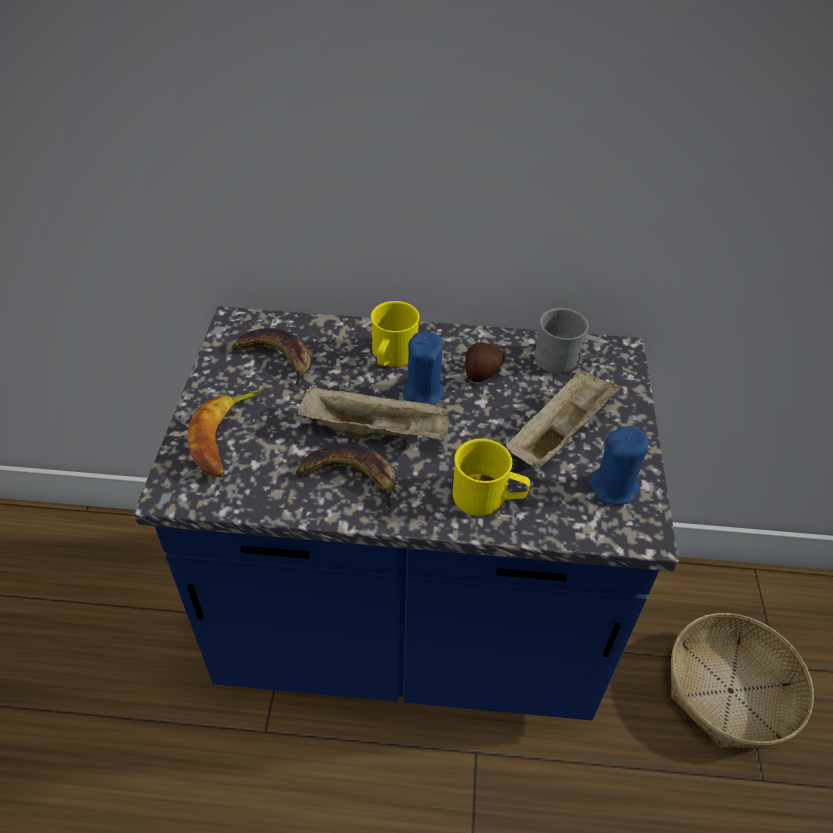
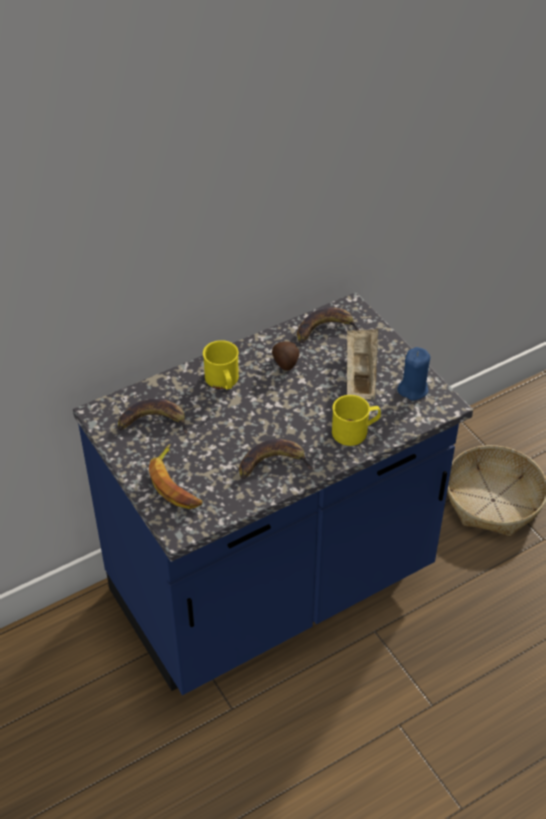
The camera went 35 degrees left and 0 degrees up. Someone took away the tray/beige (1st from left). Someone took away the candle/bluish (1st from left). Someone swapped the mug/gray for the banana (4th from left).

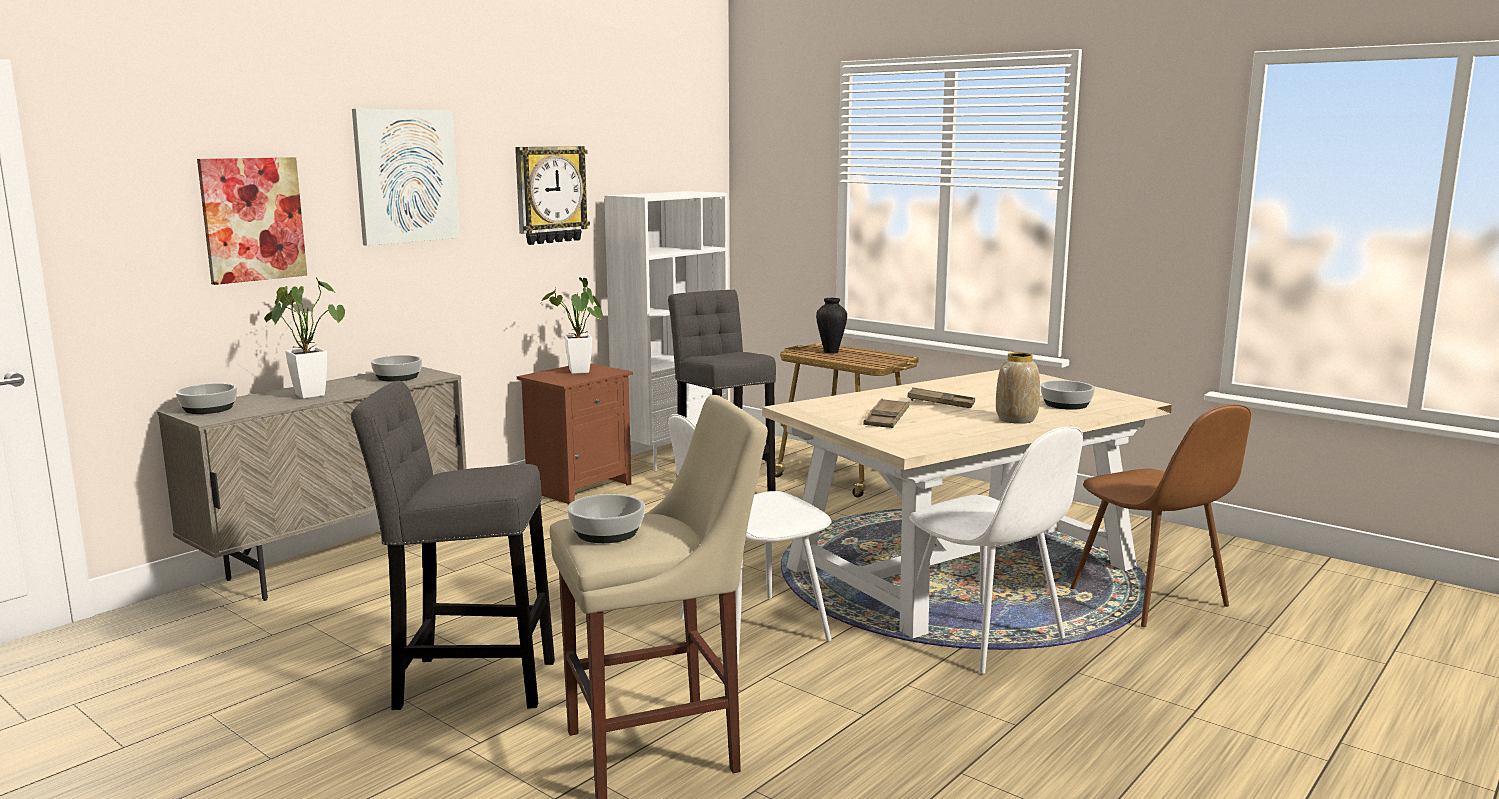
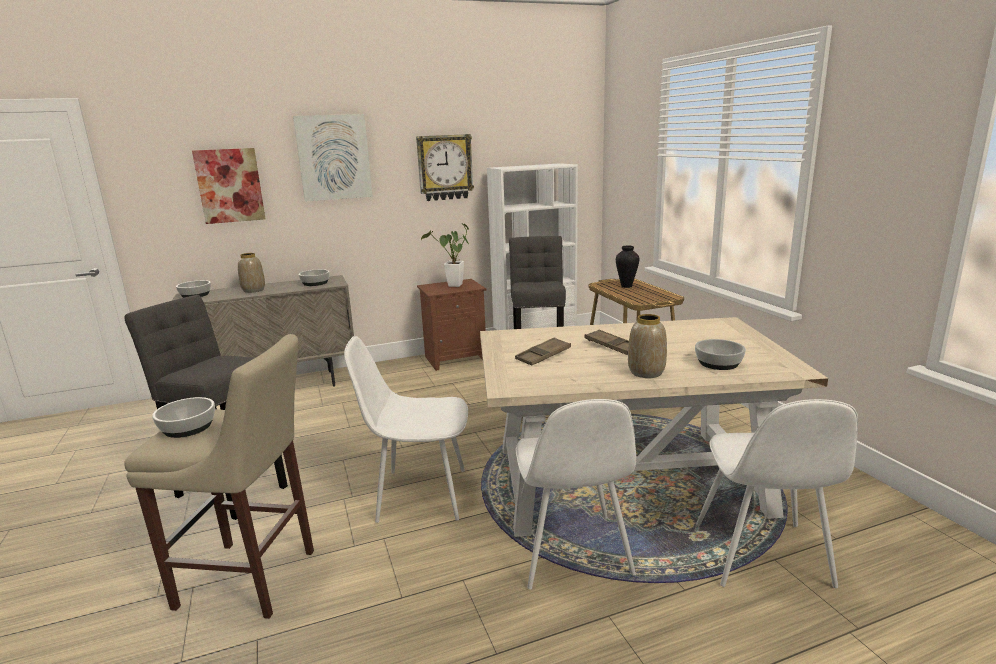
The camera went 30 degrees right and 5 degrees up. Someone swapped the potted plant (1st from left) for the flower vase (1st from left). Someone repainted the upright chair/brown-coloured, which became the upright chair/white (3rd from left).

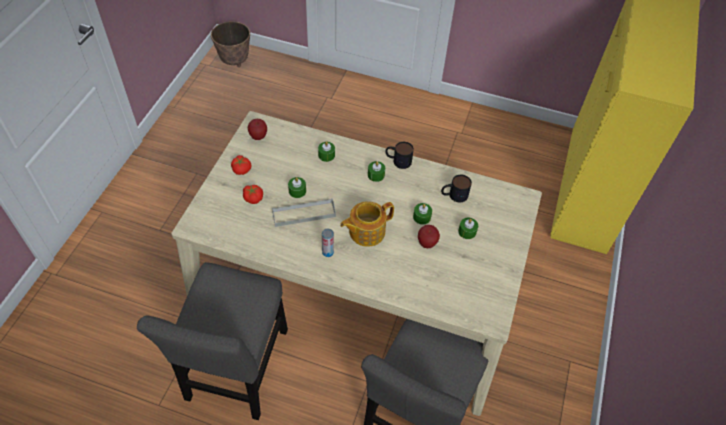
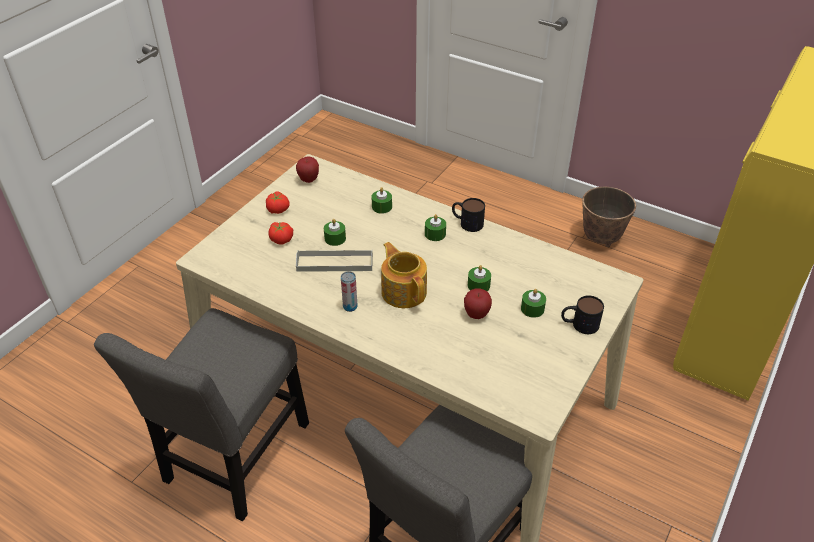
The camera went 15 degrees right and 10 degrees down. Someone carried the flower pot. Someone carried the mug (2nd from left). Someone rotated the teapot by 75 degrees clockwise.

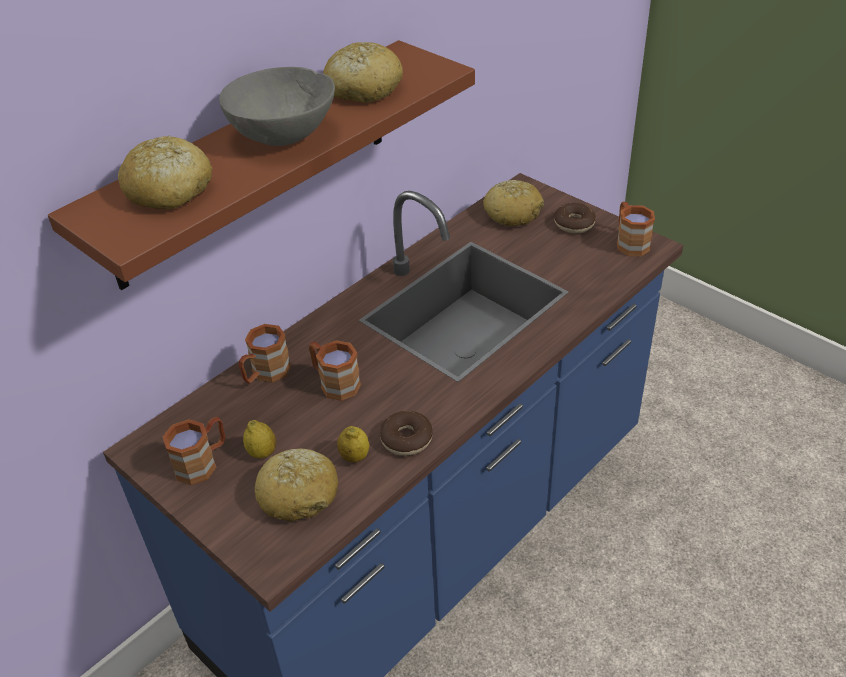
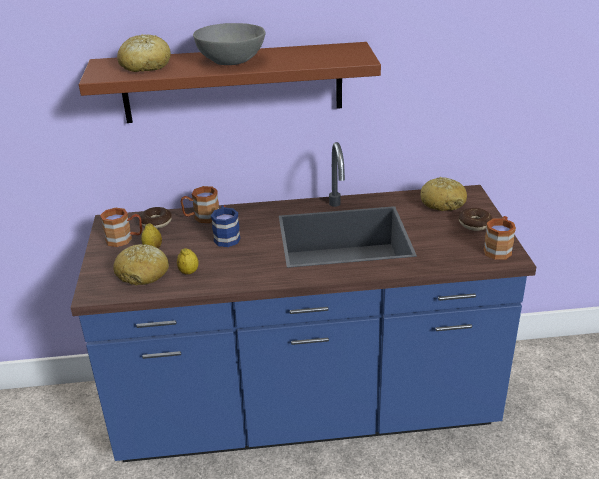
The camera went 40 degrees right and 10 degrees down. Someone took away the bread (3rd from left). Someone carried the donut (1st from left). Someone repainted the mug/brown-coloured (3rd from left), which became the mug/bluish.

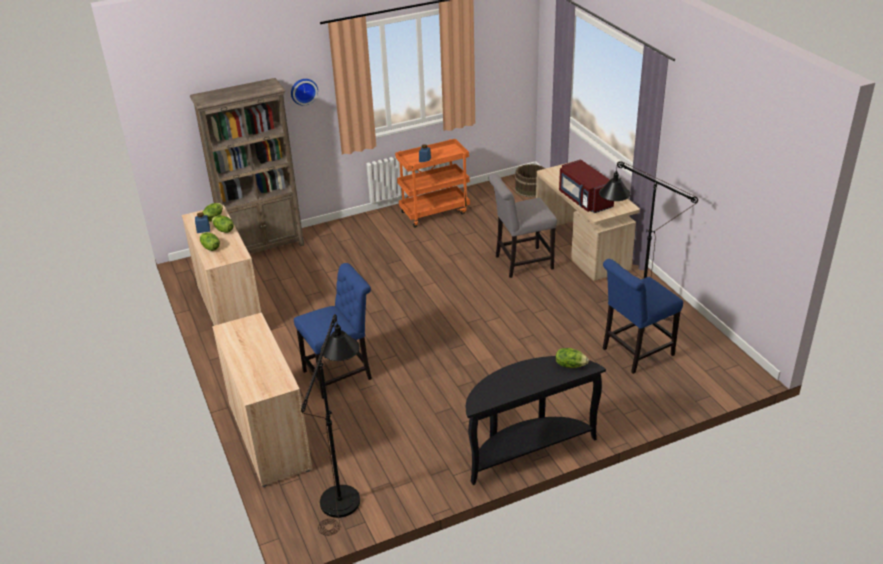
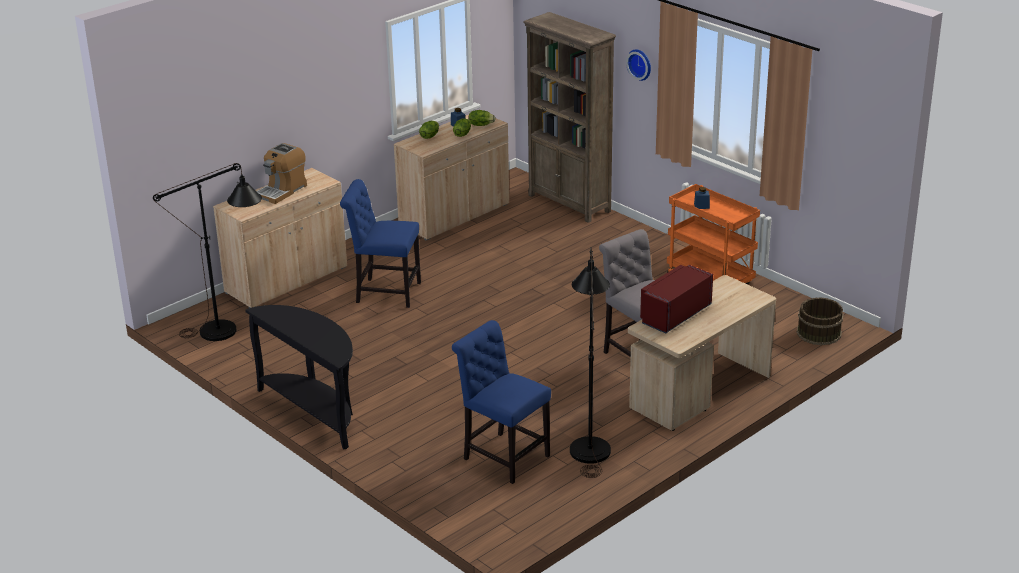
The camera went 70 degrees right and 5 degrees down. Someone took away the lettuce (4th from left). Someone put down the coffee maker. Someone rotated the upright chair/bluish (1st from left) by 150 degrees clockwise.

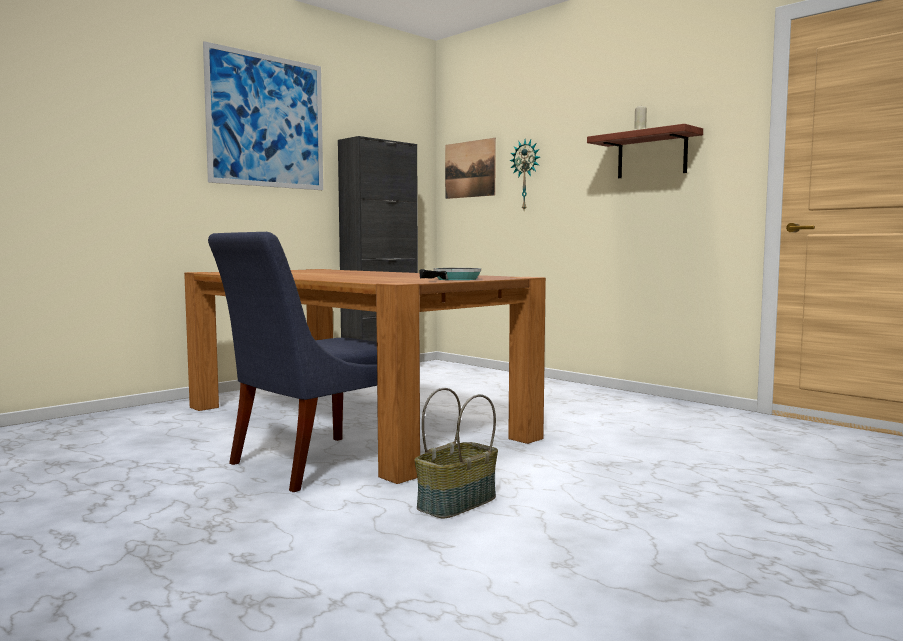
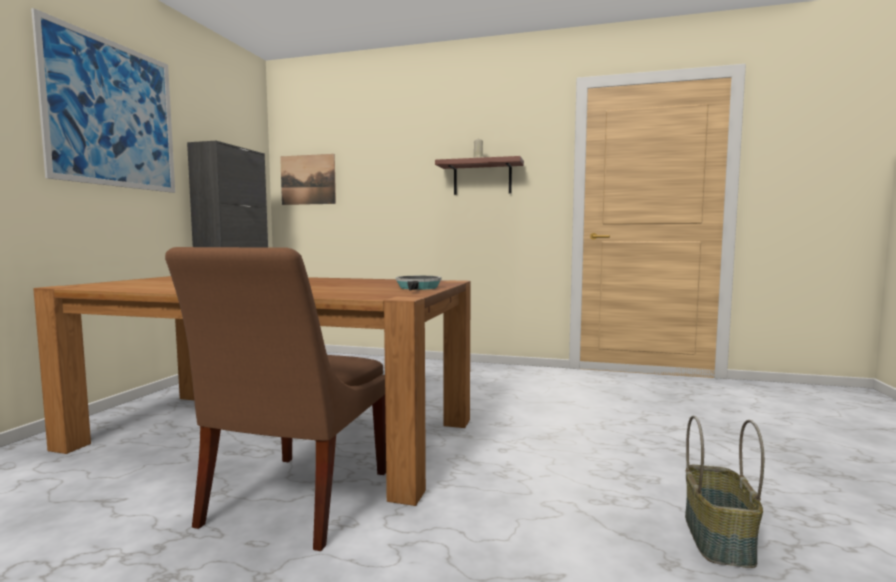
The camera went 30 degrees left and 0 degrees up. Someone took away the clock on the wall. Someone carried the basket. Someone repainted the upright chair/bluish, which became the upright chair/brown-coloured.

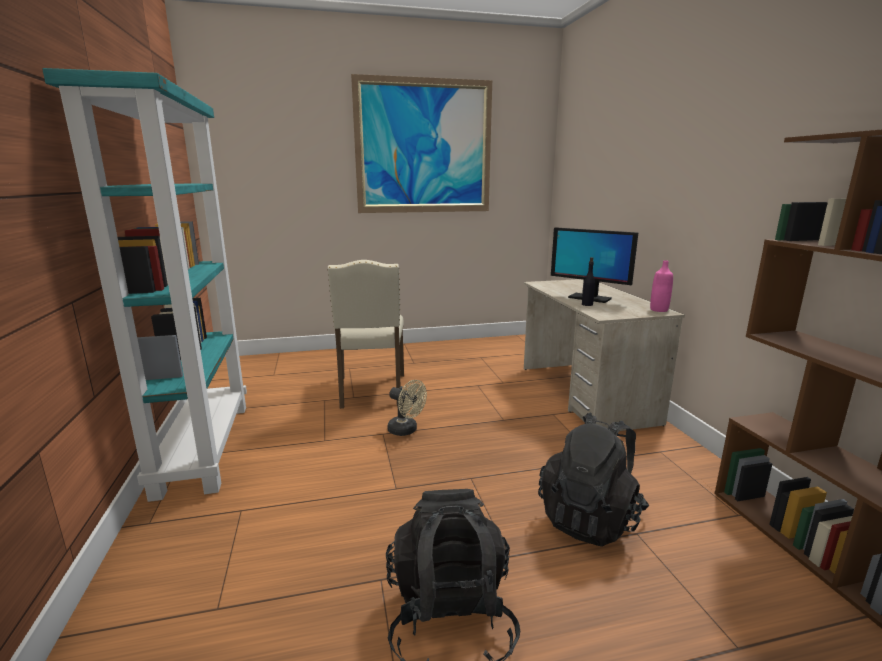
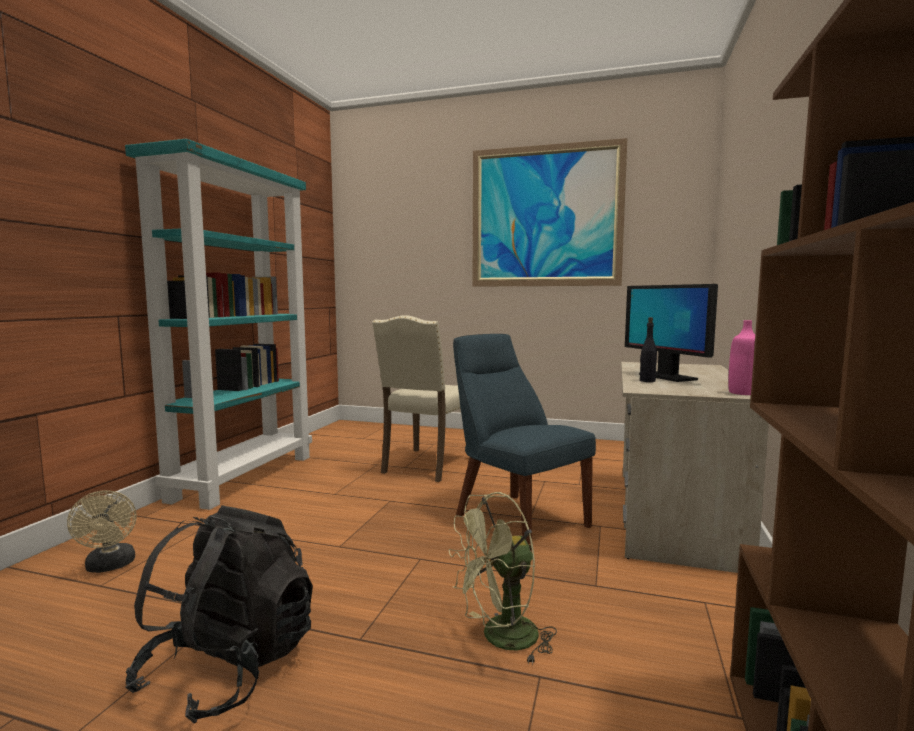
The camera went 30 degrees right and 10 degrees down. Someone put down the upright chair/bluish. Someone carried the cooling fan/beige. Someone swapped the knapsack/black (2nd from left) for the cooling fan/green-coloured.

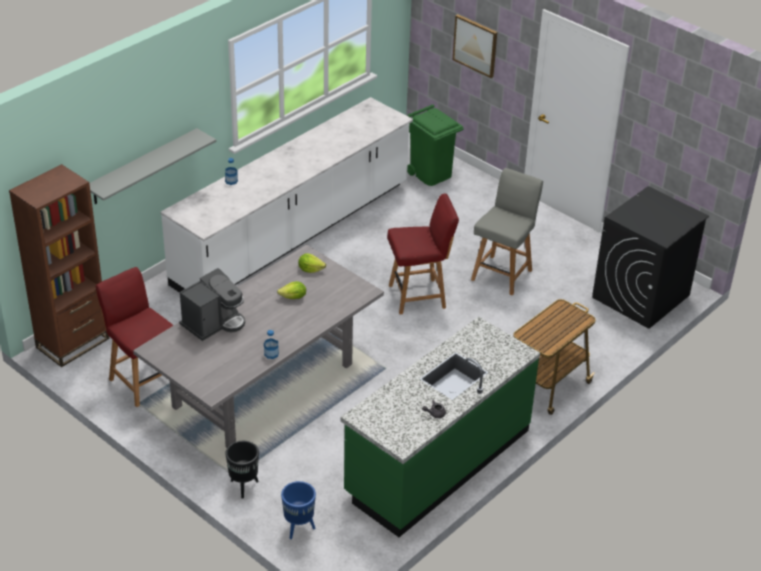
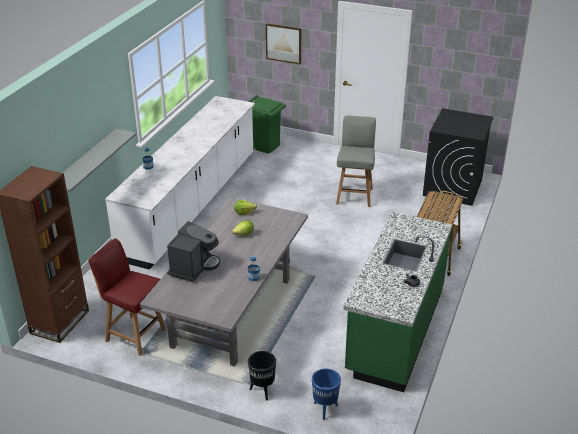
The camera went 20 degrees left and 5 degrees down. Someone took away the upright chair/red (2nd from left).

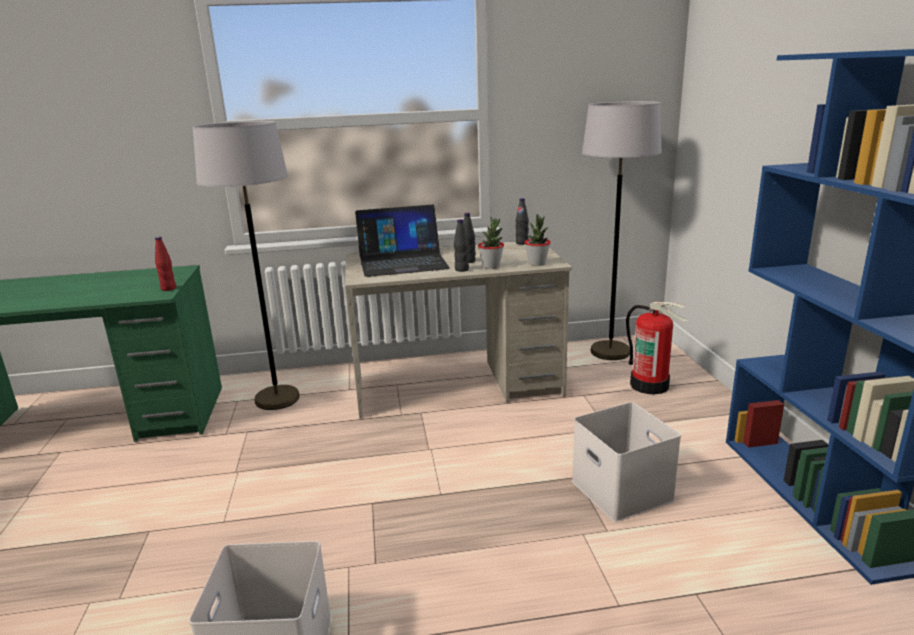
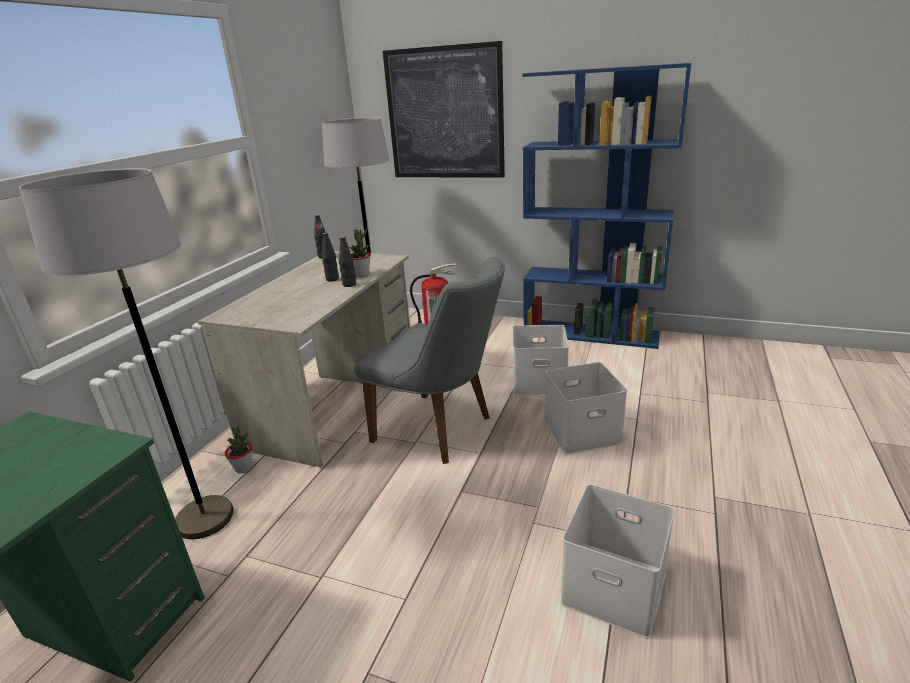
The camera went 60 degrees left and 5 degrees up. Someone took away the drink bottle/red. Someone took away the notebook computer. Someone put down the upright chair/gray. Someone put up the wall art. Someone put down the storage bin/white (2nd from left). Someone carried the potted plant (2nd from left in the first image).

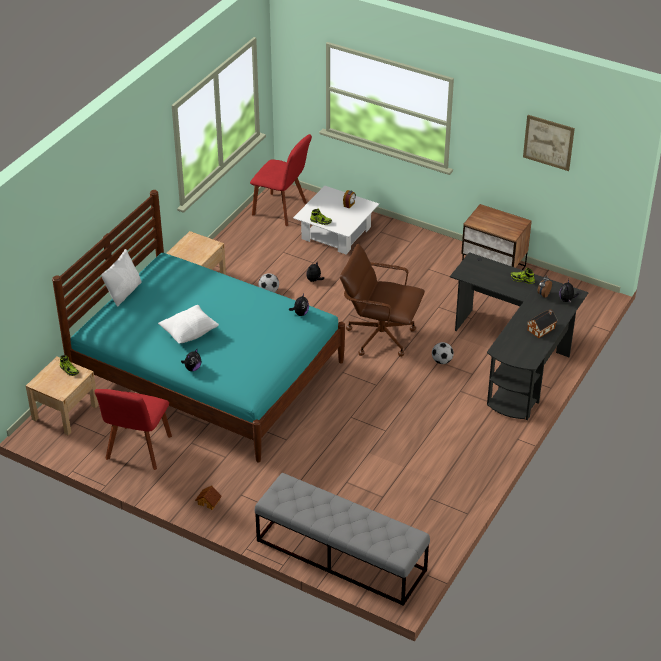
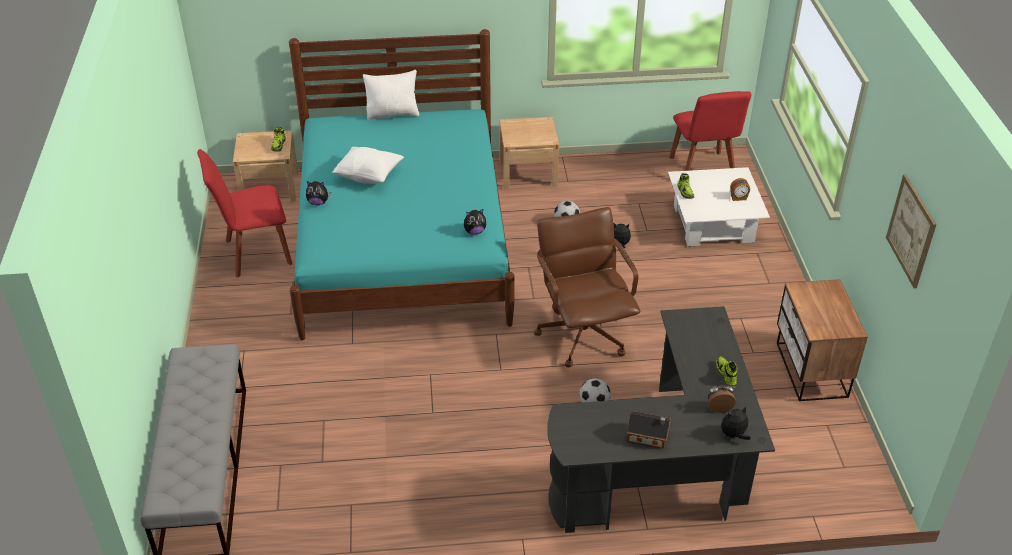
The camera went 55 degrees right and 0 degrees up. Someone took away the toy house (1st from left).

